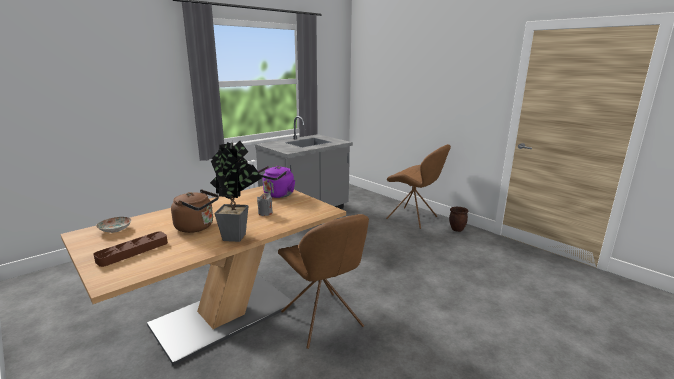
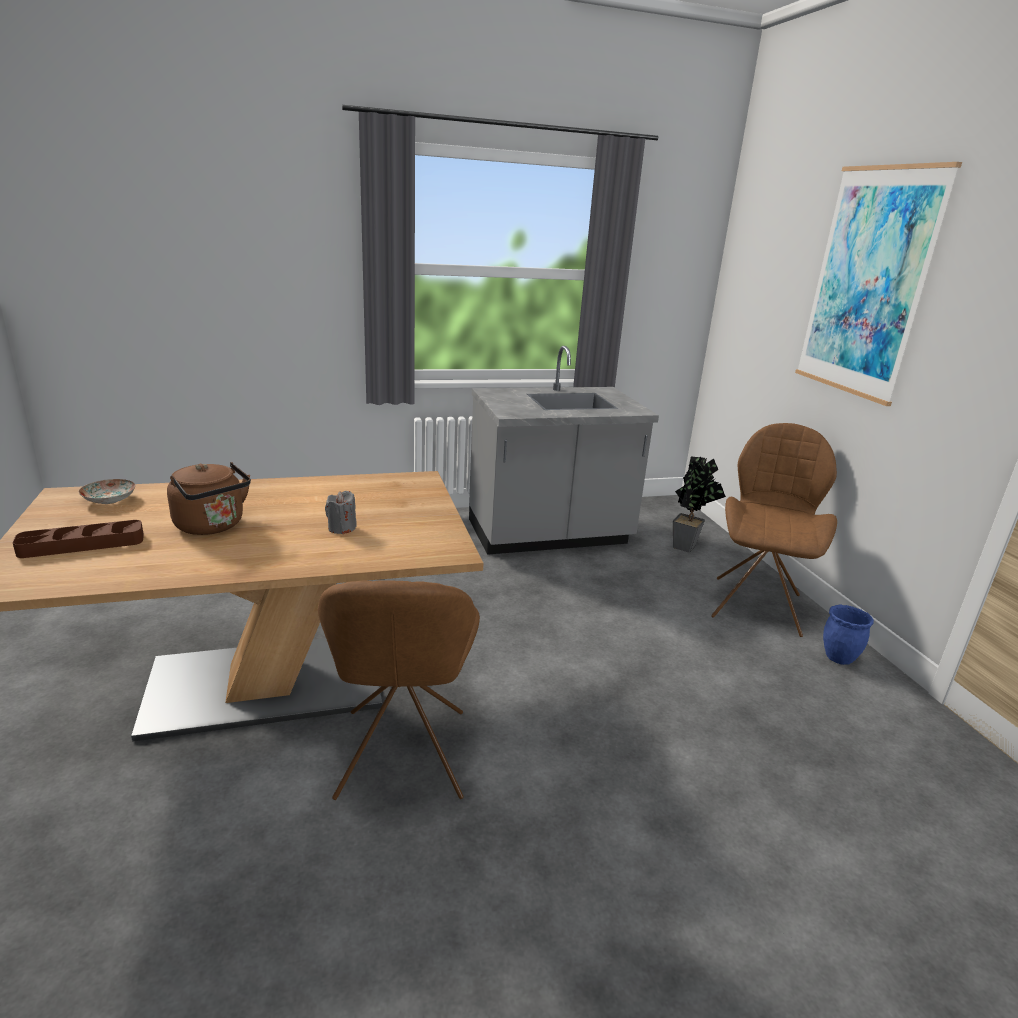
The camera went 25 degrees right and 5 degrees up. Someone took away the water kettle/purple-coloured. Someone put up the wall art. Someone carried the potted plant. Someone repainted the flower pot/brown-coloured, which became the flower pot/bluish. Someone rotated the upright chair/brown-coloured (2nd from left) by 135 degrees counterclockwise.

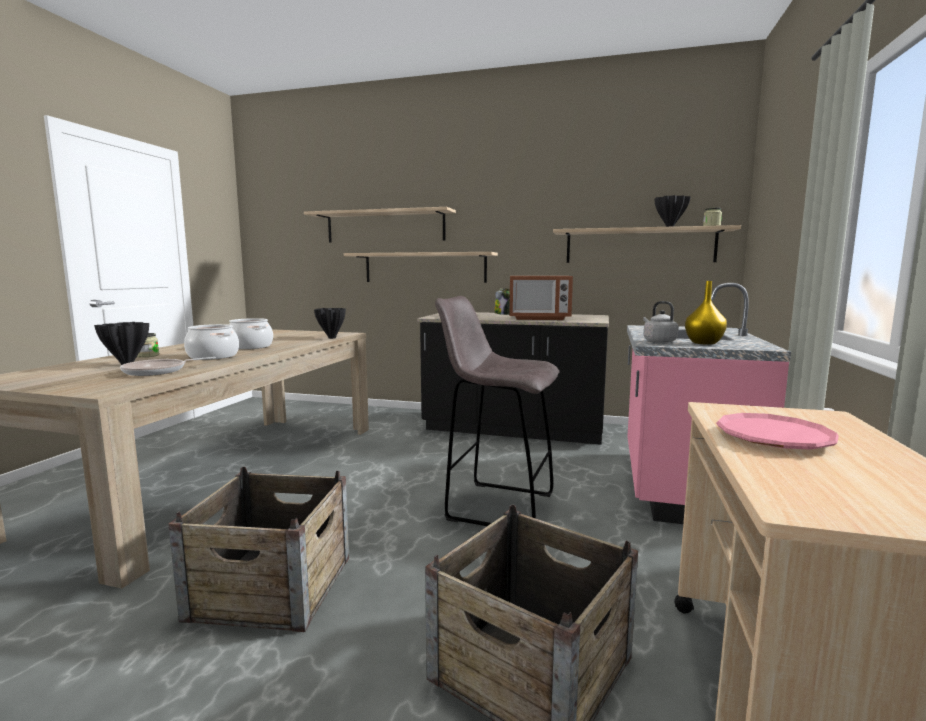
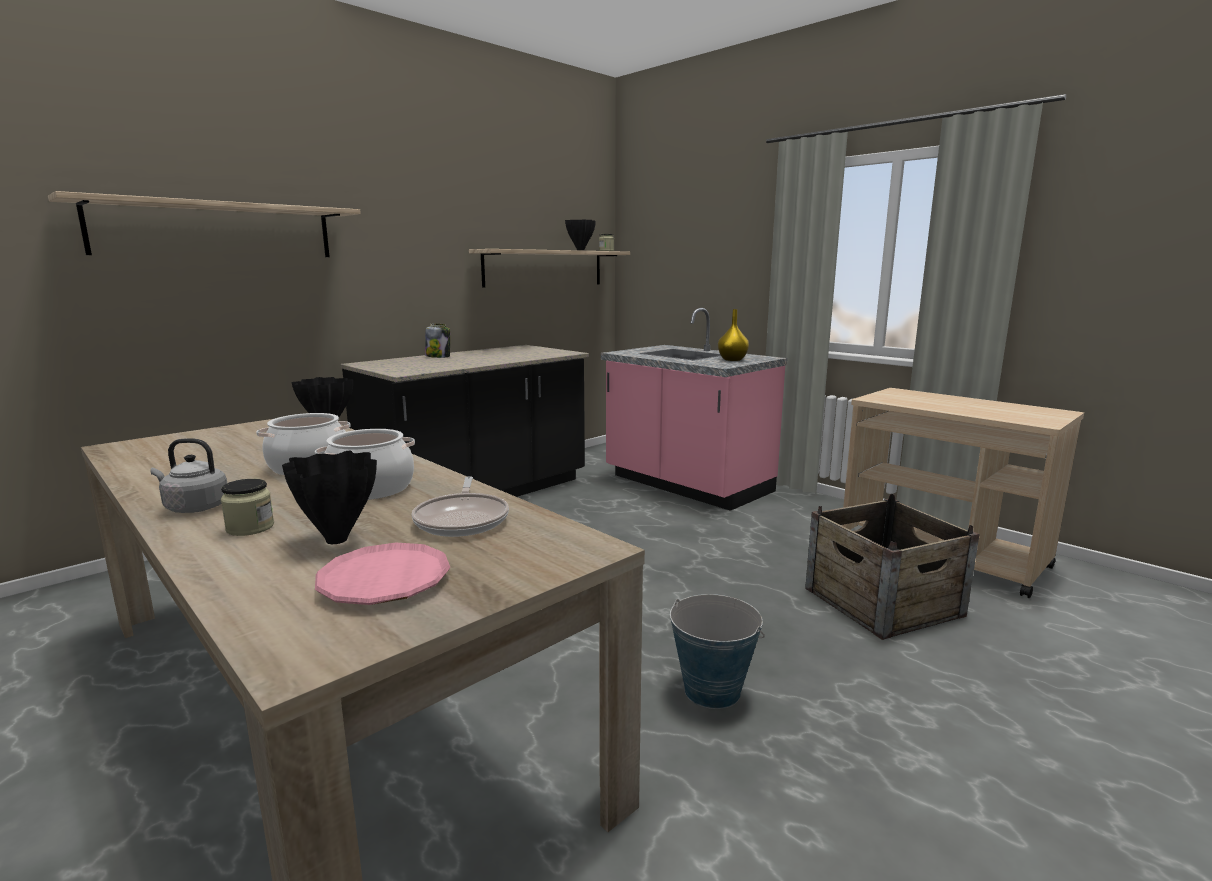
The camera went 60 degrees left and 5 degrees up. Someone took away the shelf (2nd from left). Someone took away the stool seat/gray. Someone took away the kitchen microwave. Someone carried the water kettle/gray. Someone carried the flat dish/pink-coloured. Someone swapped the shipping crate (1st from left) for the bucket.

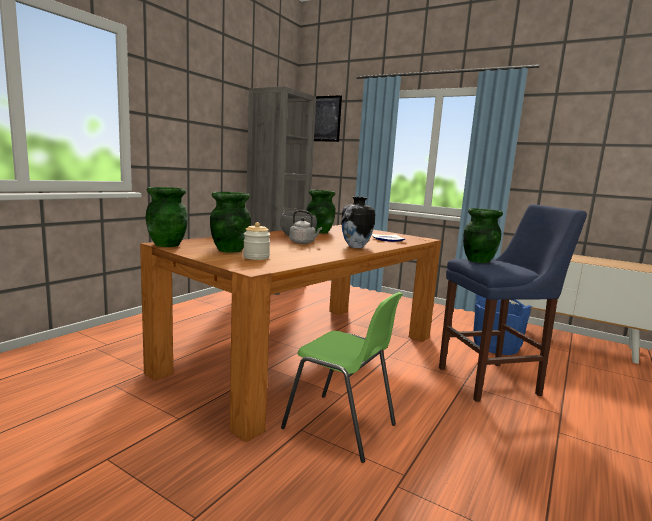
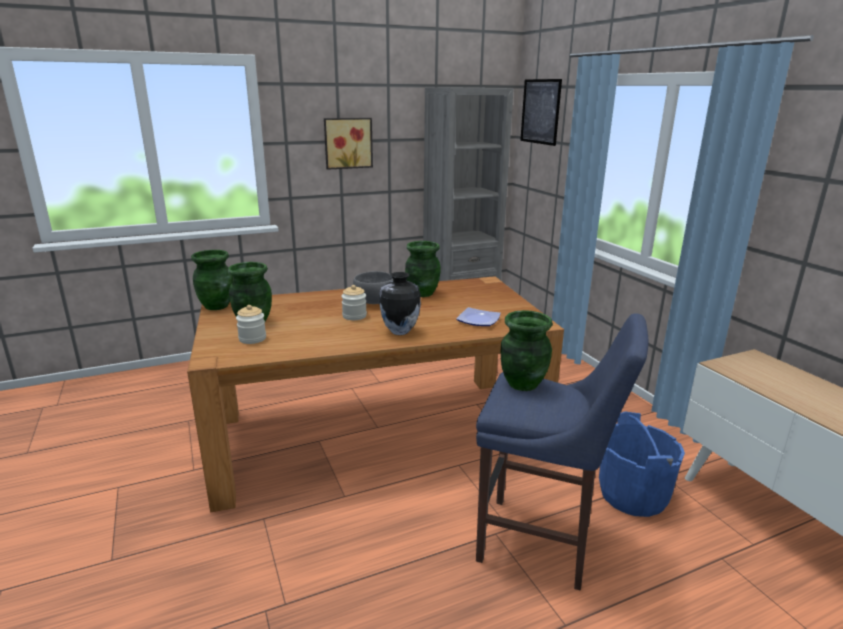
The camera went 35 degrees right and 10 degrees up. Someone took away the upright chair/green-coloured. Someone put up the wall art (1st from left). Someone swapped the water kettle/gray for the jar (2nd from left).

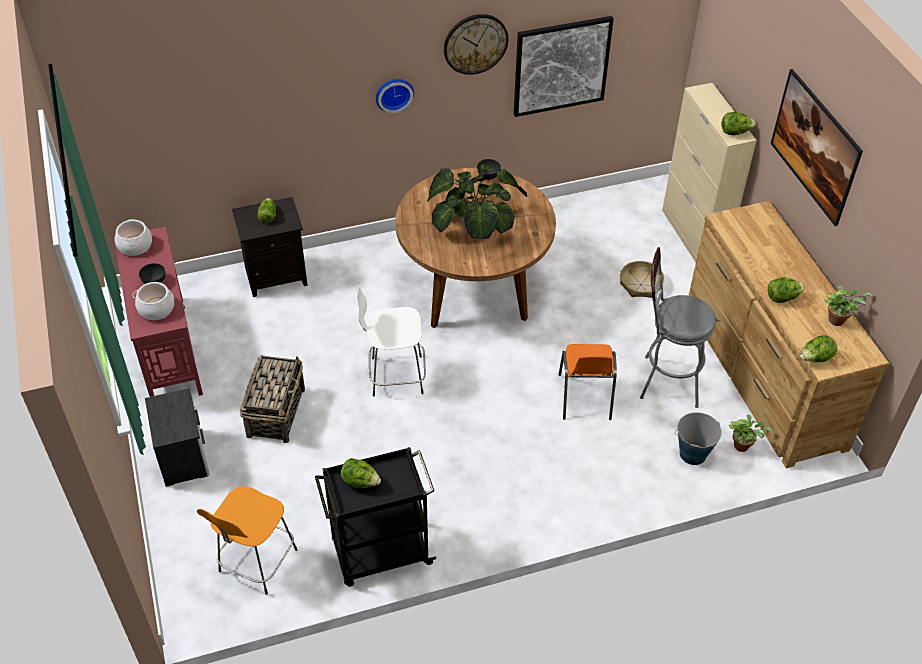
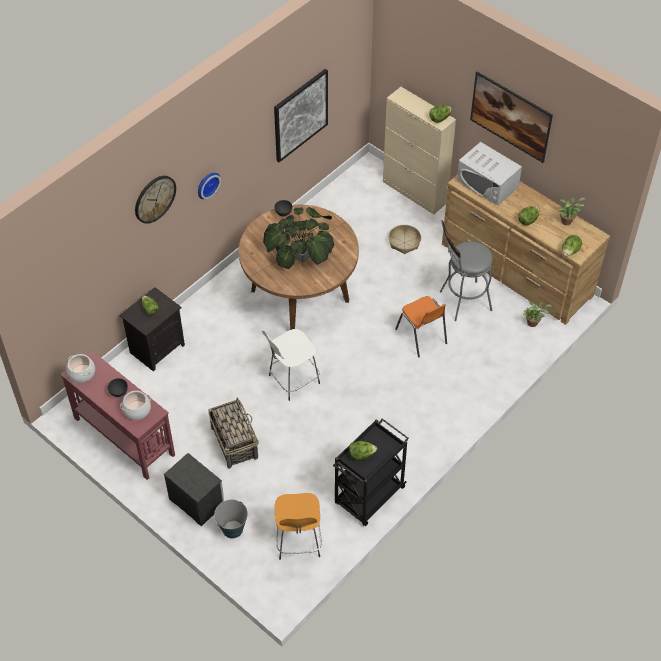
The camera went 30 degrees left and 5 degrees up. Someone put down the kitchen microwave/white. Someone carried the clock on the wall (2nd from left in the first image). Someone carried the bucket.

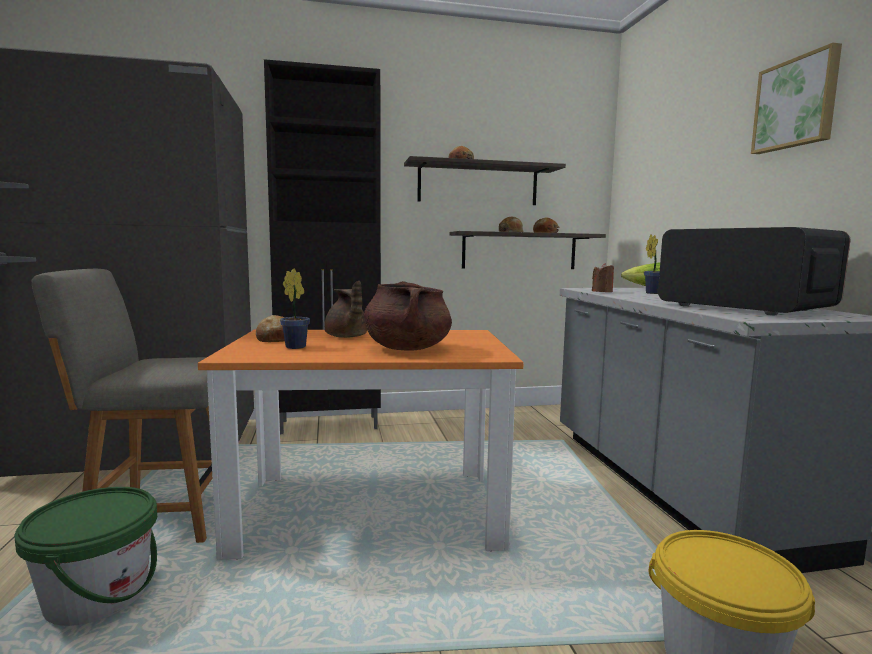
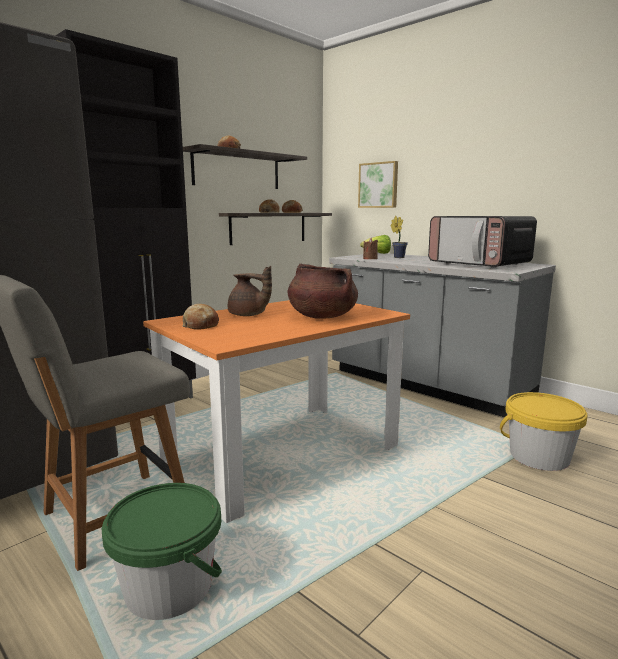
The camera went 35 degrees left and 5 degrees up. Someone took away the potted plant (1st from left). Someone carried the wall art. Someone rotated the kitchen microwave by 150 degrees counterclockwise.

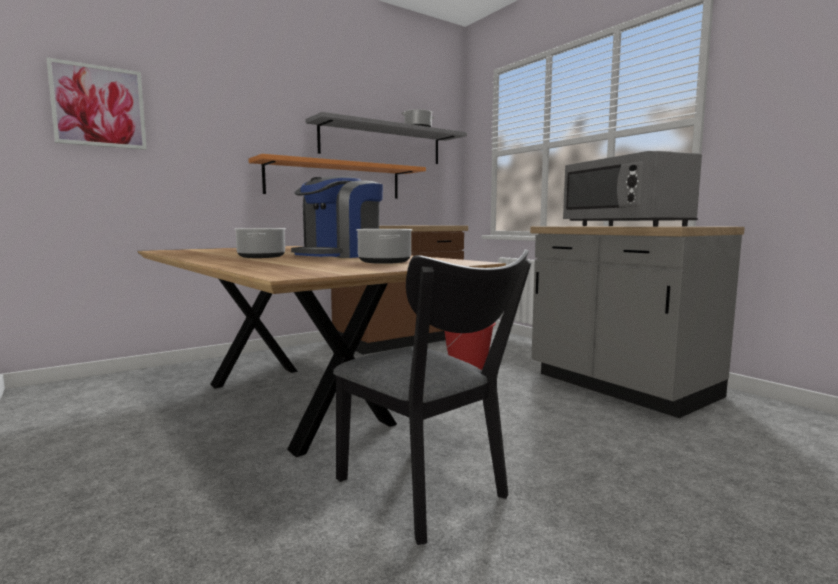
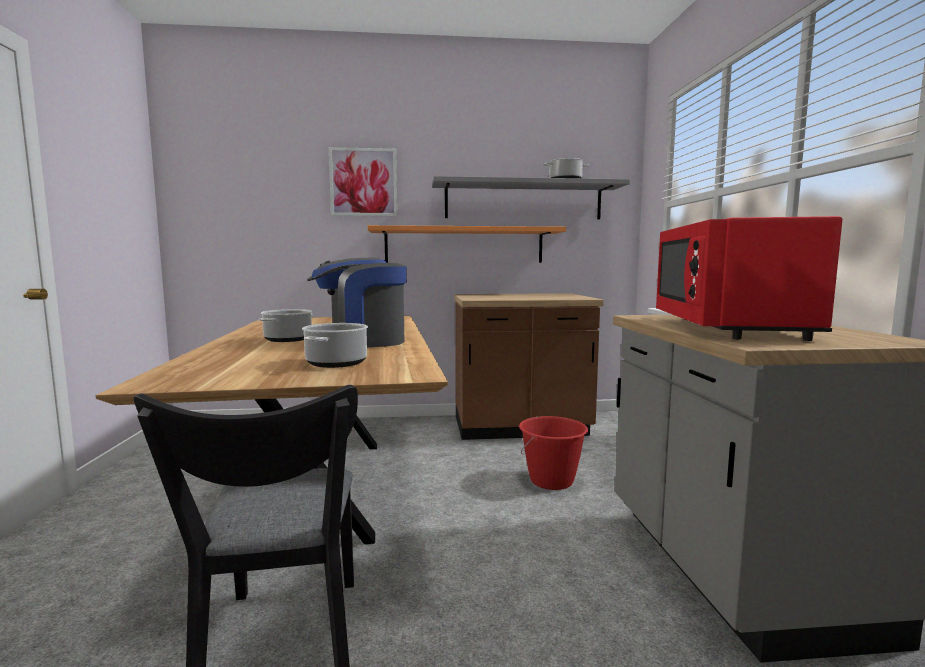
The camera went 30 degrees right and 0 degrees up. Someone carried the wall art. Someone repainted the kitchen microwave/gray, which became the kitchen microwave/red.

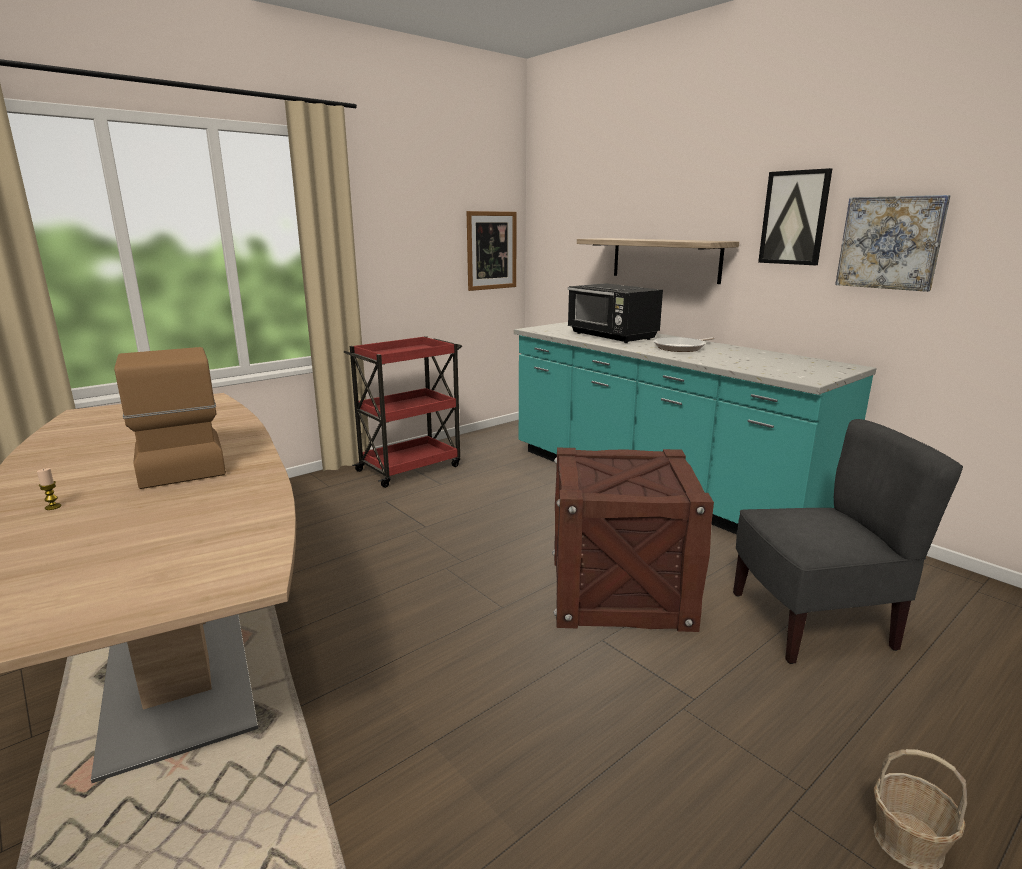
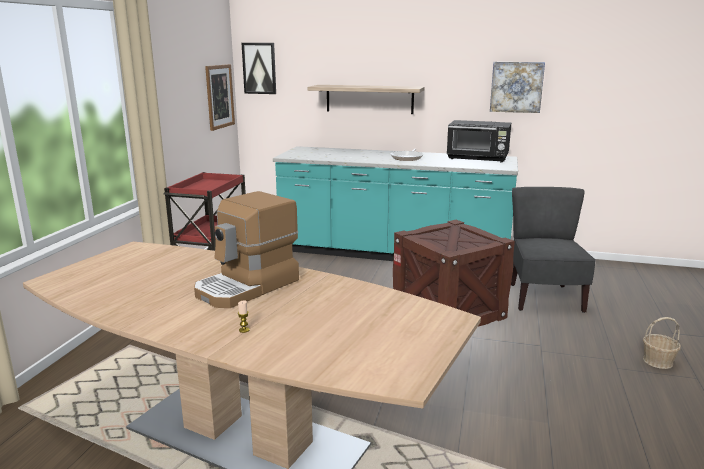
The camera went 35 degrees left and 0 degrees up. Someone carried the kitchen microwave/black. Someone carried the wall art (2nd from left). Someone rotated the coffee maker by 75 degrees counterclockwise. Someone rotated the upright chair/gray by 45 degrees counterclockwise.

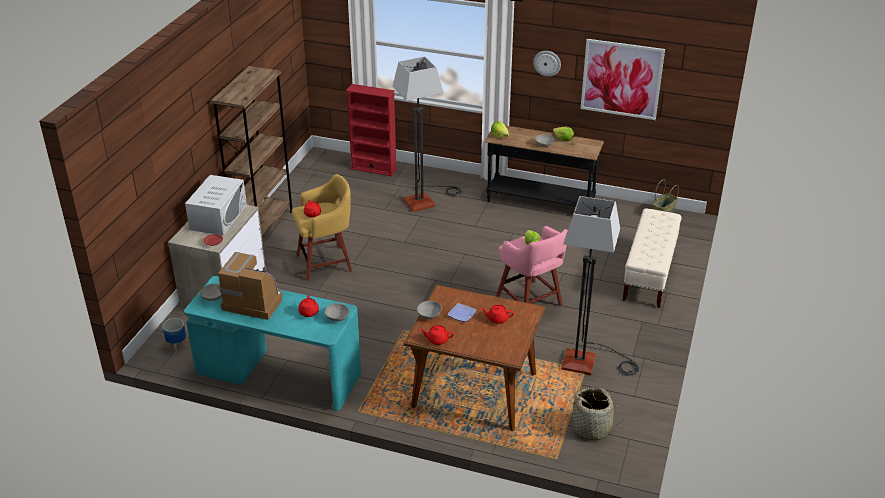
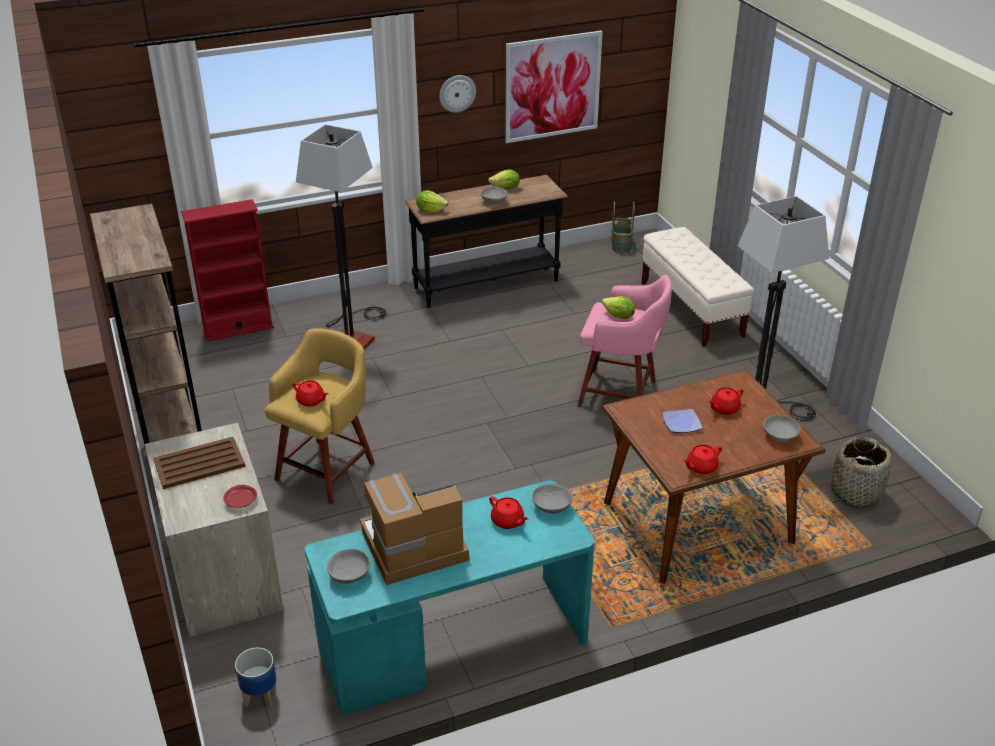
The camera went 40 degrees left and 0 degrees up. Someone carried the deep dish/gray (3rd from left in the first image). Someone swapped the kitchen microwave/white for the tray/brown-coloured.

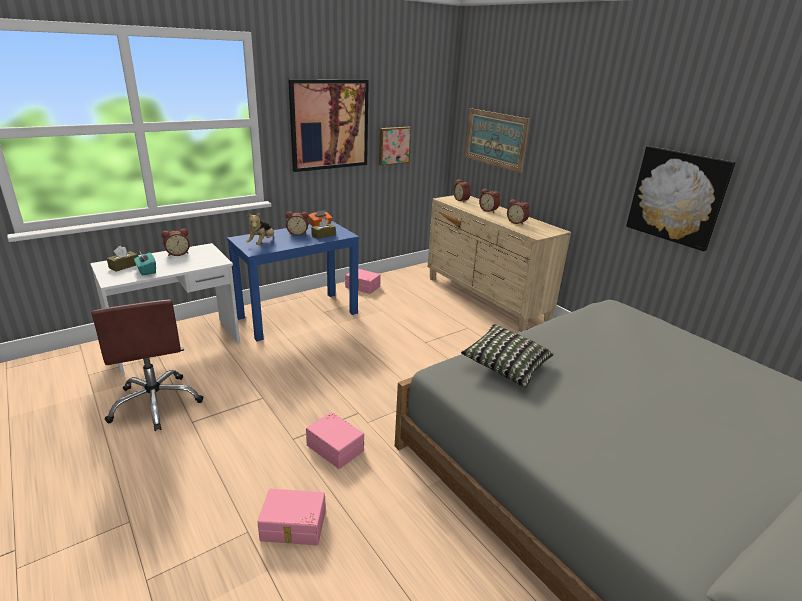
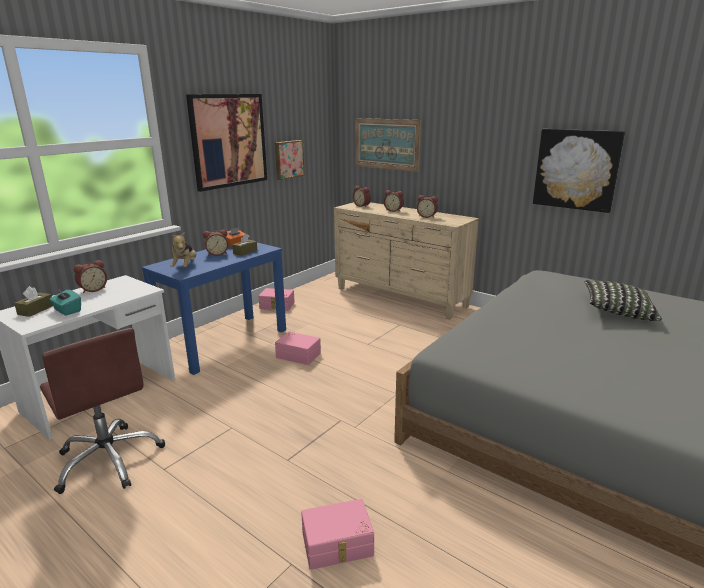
The camera went 15 degrees left and 5 degrees down. Someone carried the storage bin/pink-coloured (2nd from left). Someone carried the throw pillow.

